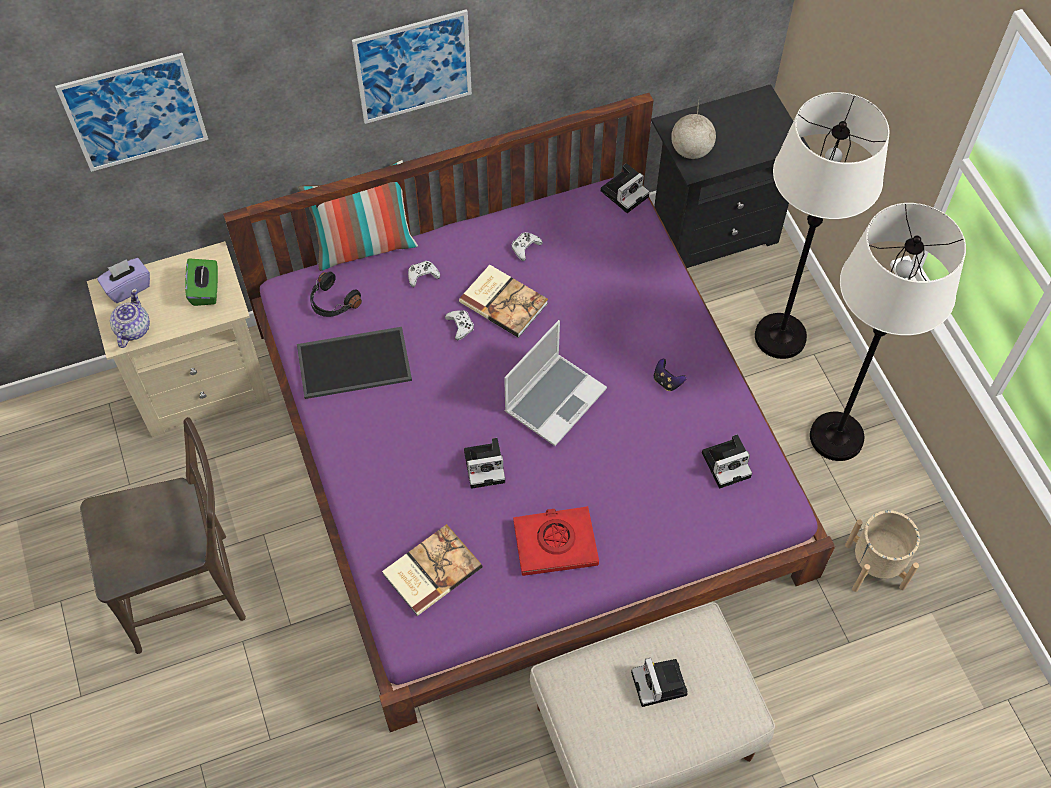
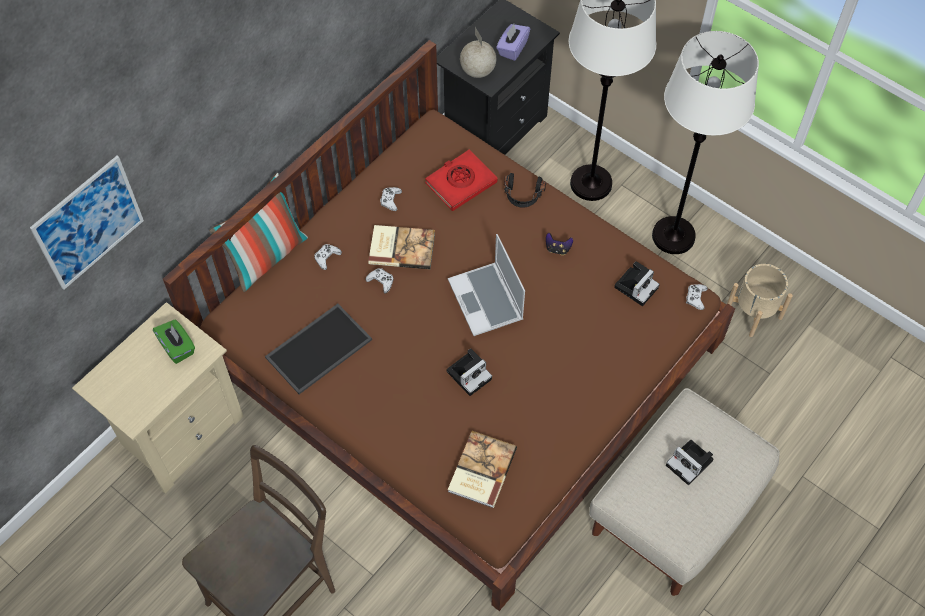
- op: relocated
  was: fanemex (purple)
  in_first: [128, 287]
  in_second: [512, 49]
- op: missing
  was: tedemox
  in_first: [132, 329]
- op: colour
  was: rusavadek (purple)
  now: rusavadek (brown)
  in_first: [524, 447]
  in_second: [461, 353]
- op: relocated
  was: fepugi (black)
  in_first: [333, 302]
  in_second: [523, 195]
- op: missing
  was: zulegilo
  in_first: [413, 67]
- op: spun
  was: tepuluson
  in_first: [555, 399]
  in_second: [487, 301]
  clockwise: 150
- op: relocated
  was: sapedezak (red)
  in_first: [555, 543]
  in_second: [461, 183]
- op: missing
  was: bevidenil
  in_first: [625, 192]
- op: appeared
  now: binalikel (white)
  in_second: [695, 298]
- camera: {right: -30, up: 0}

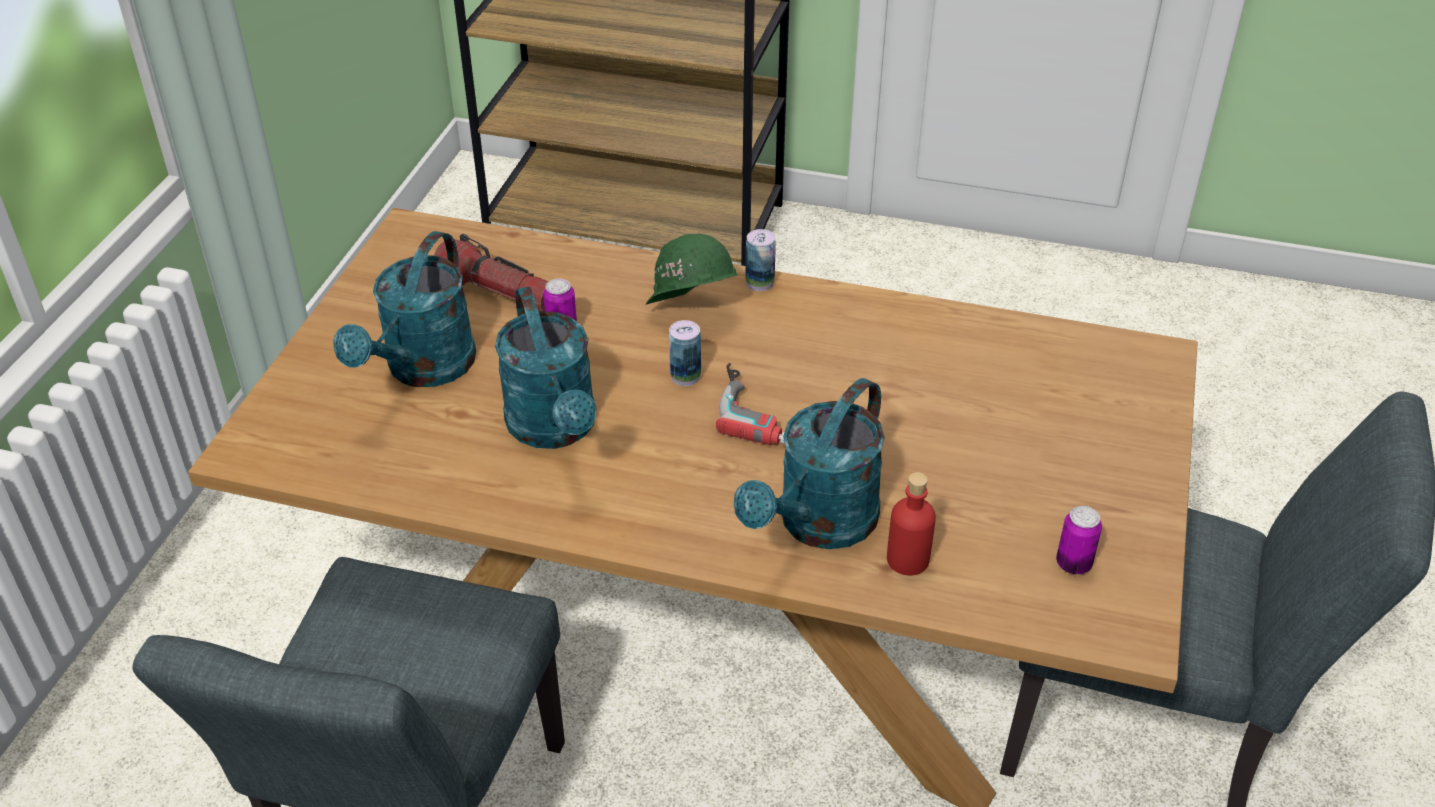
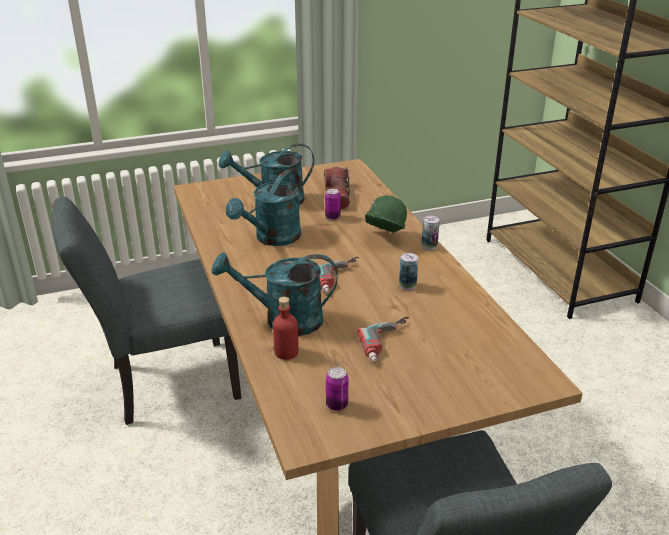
- op: relocated
  was: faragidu
  in_first: [685, 376]
  in_second: [407, 286]
- op: appeared
  now: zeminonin
  in_second: [389, 343]
- camera: {right: 55, up: -10}

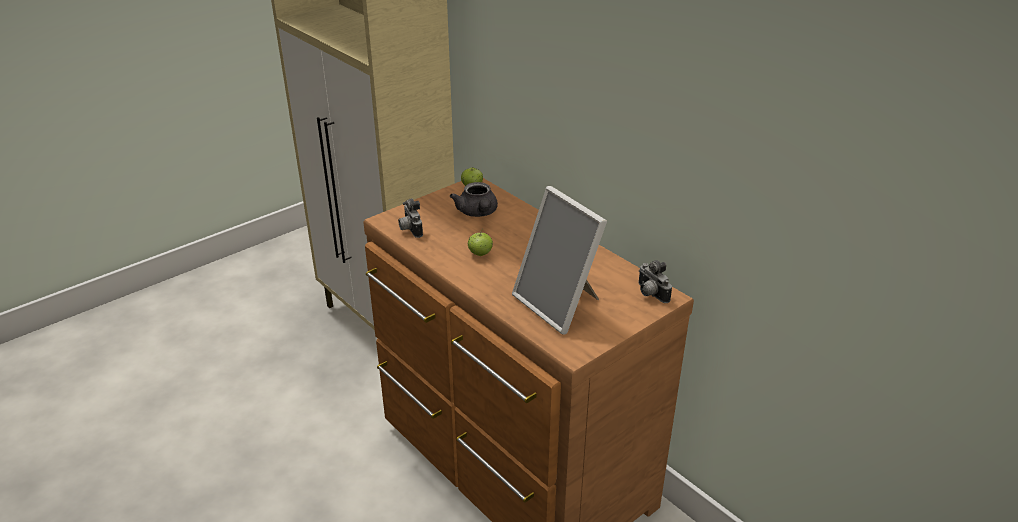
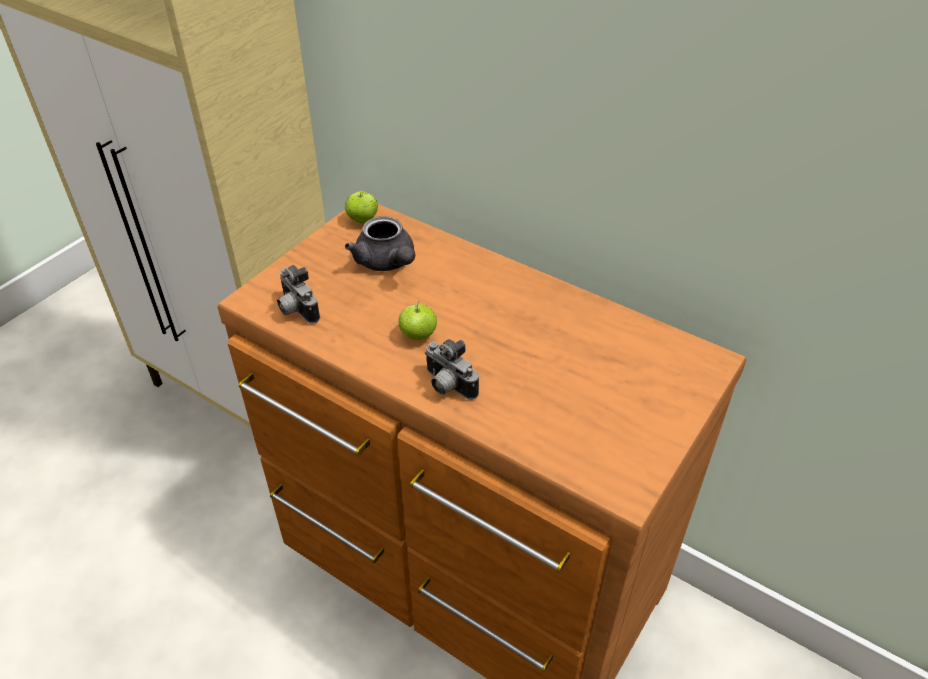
- op: missing
  was: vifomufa
  in_first: [560, 305]
- op: relocated
  was: bevidenil
  in_first: [650, 294]
  in_second: [447, 386]
- camera: {right: -15, up: 10}

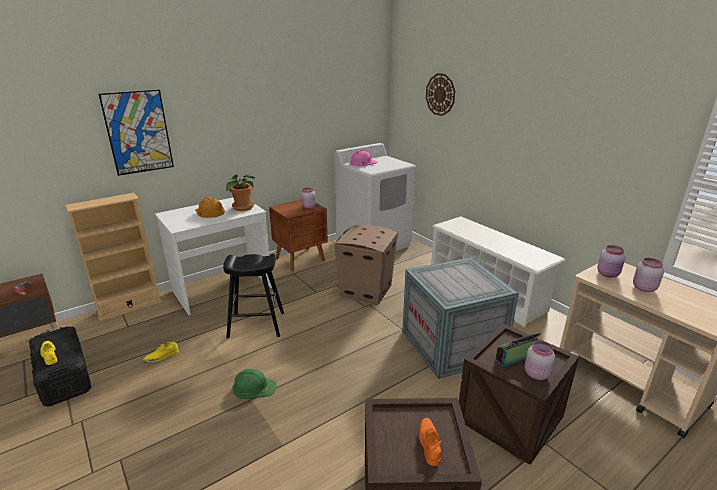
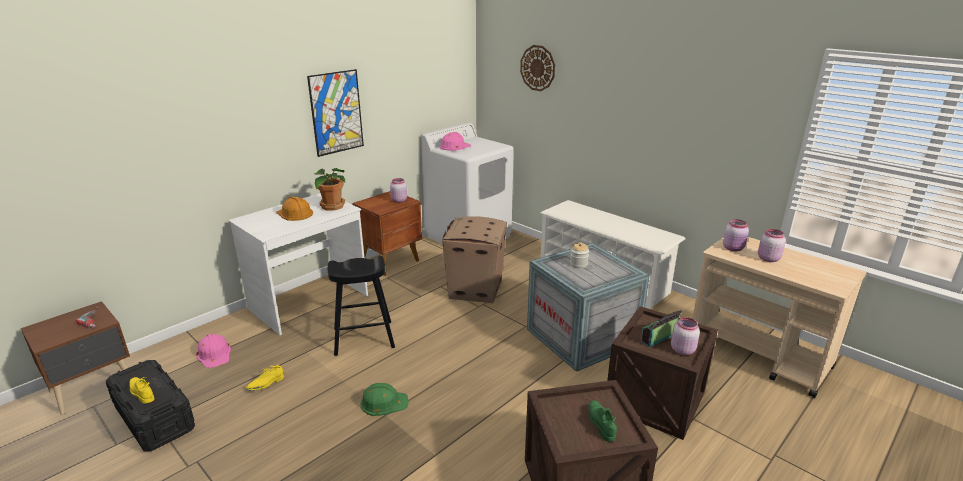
- op: missing
  was: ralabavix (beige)
  in_first: [129, 307]
- op: relocated
  was: zulegilo
  in_first: [138, 132]
  in_second: [336, 112]
- op: colour
  was: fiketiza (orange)
  now: fiketiza (green)
  in_first: [429, 444]
  in_second: [600, 423]
- op: appeared
  now: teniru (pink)
  in_second: [214, 354]
- op: appeared
  now: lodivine
  in_second: [578, 264]
- camera: {right: -10, up: 0}

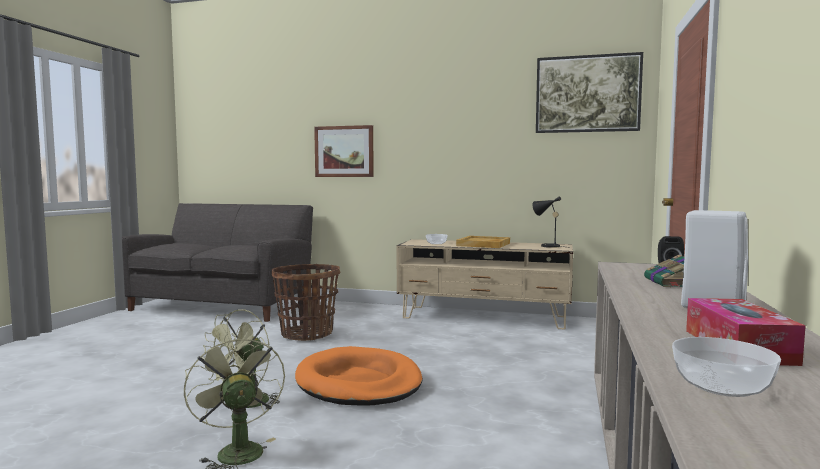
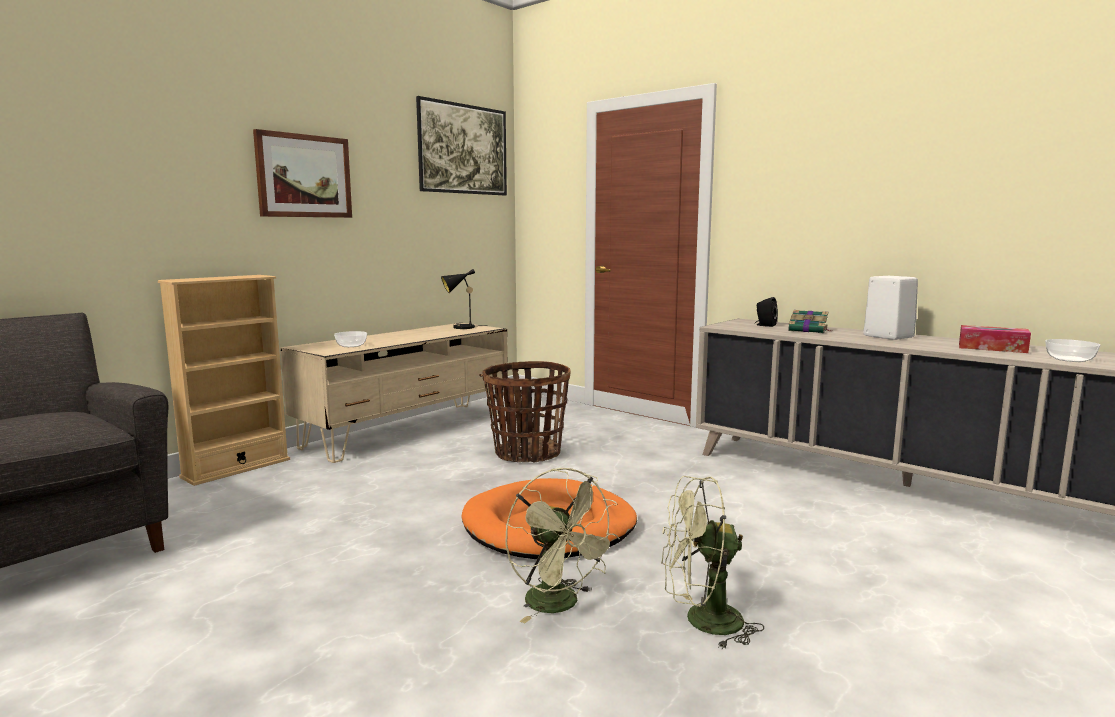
- op: relocated
  was: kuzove
  in_first: [307, 334]
  in_second: [527, 453]
- op: relocated
  was: zulegilo
  in_first: [344, 151]
  in_second: [304, 176]
- op: missing
  was: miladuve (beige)
  in_first: [483, 244]
- op: appeared
  now: ralabavix (beige)
  in_second: [236, 468]
- camera: {right: -65, up: 5}

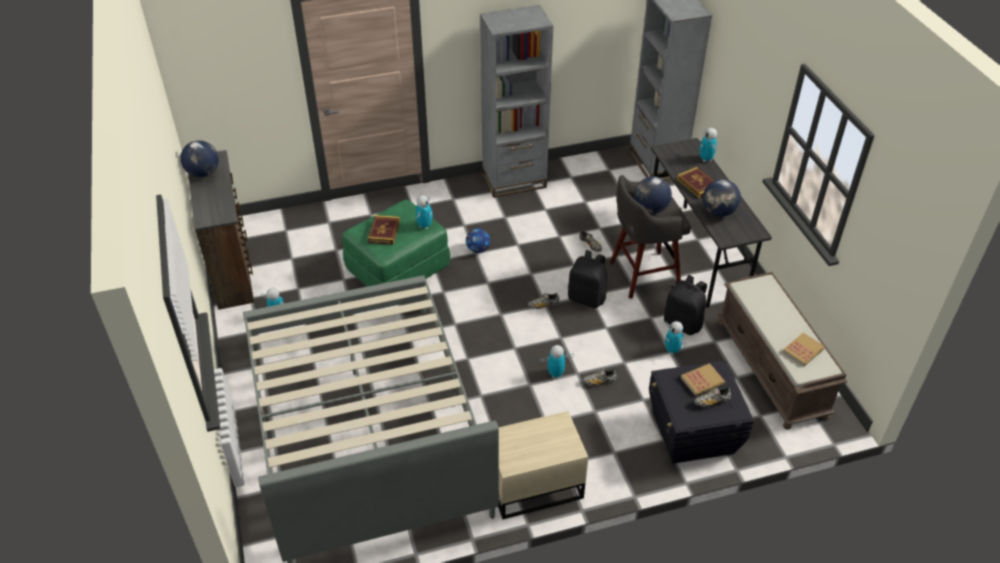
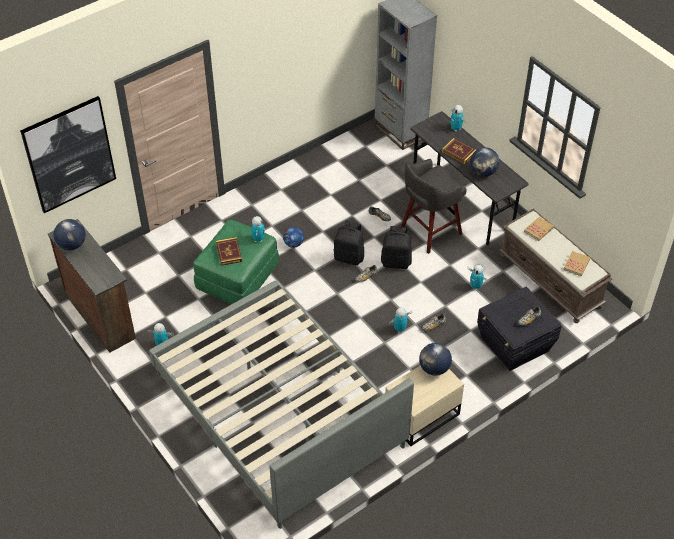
- op: missing
  was: ralabavix (grey)
  in_first: [514, 181]
- op: relocated
  was: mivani
  in_first: [650, 209]
  in_second: [434, 368]
- op: relocated
  was: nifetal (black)
  in_first: [683, 323]
  in_second: [349, 257]
- op: relocated
  was: sapedezak
  in_first: [702, 381]
  in_second: [538, 229]
- op: appeared
  now: zulegilo
  in_second: [69, 154]
- camera: {right: -20, up: 5}

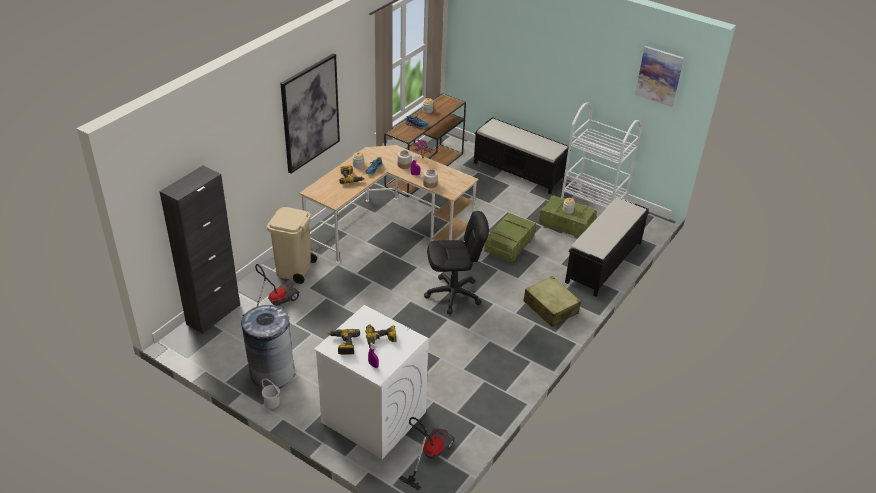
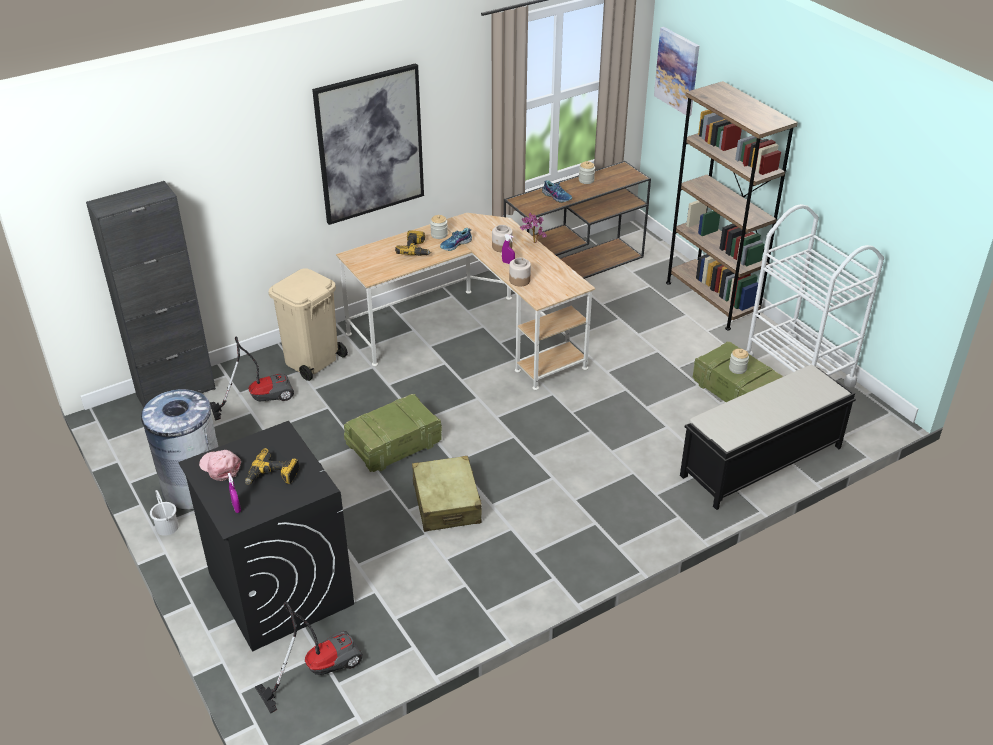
- op: colour
  was: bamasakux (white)
  now: bamasakux (black)
  in_first: [373, 417]
  in_second: [279, 588]
- op: exchanged
  was: zeminonin
  now: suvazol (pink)
  in_first: [344, 344]
  in_second: [220, 467]
- op: missing
  was: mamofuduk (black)
  in_first: [453, 295]
- op: exchanged
  was: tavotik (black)
  now: ralabavix (brown)
  in_first: [519, 172]
  in_second: [712, 299]
- op: relocated
  was: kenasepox
  in_first: [509, 246]
  in_second: [393, 446]
- op: relocated
  was: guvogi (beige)
  in_first: [550, 307]
  in_second: [446, 503]
- op: relocated
  was: zulegilo
  in_first: [659, 76]
  in_second: [677, 71]
- camera: {right: 25, up: 0}

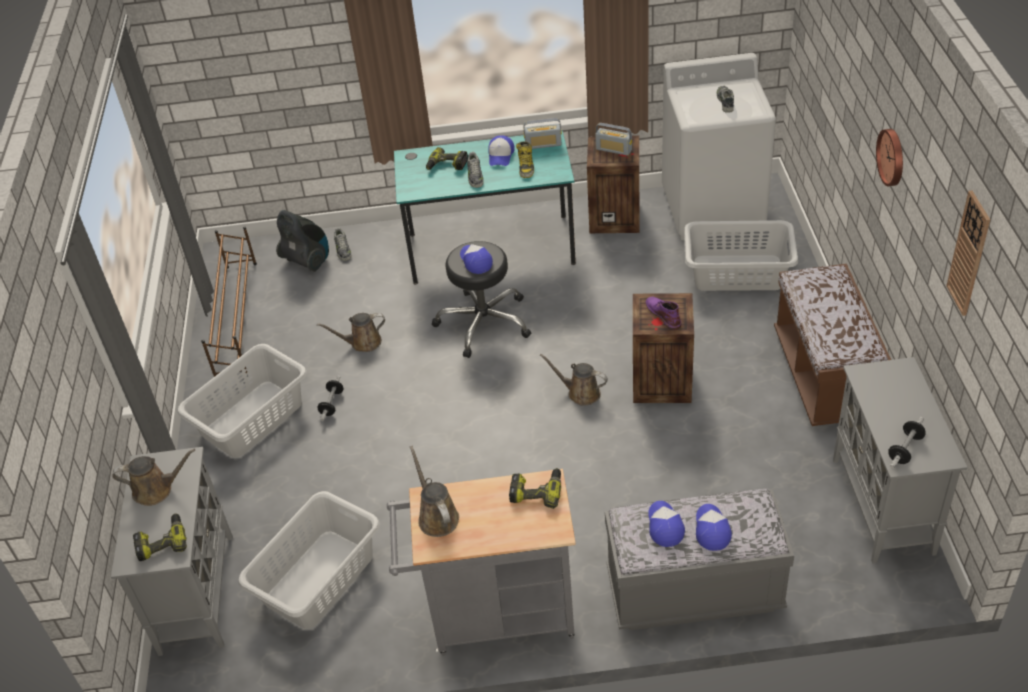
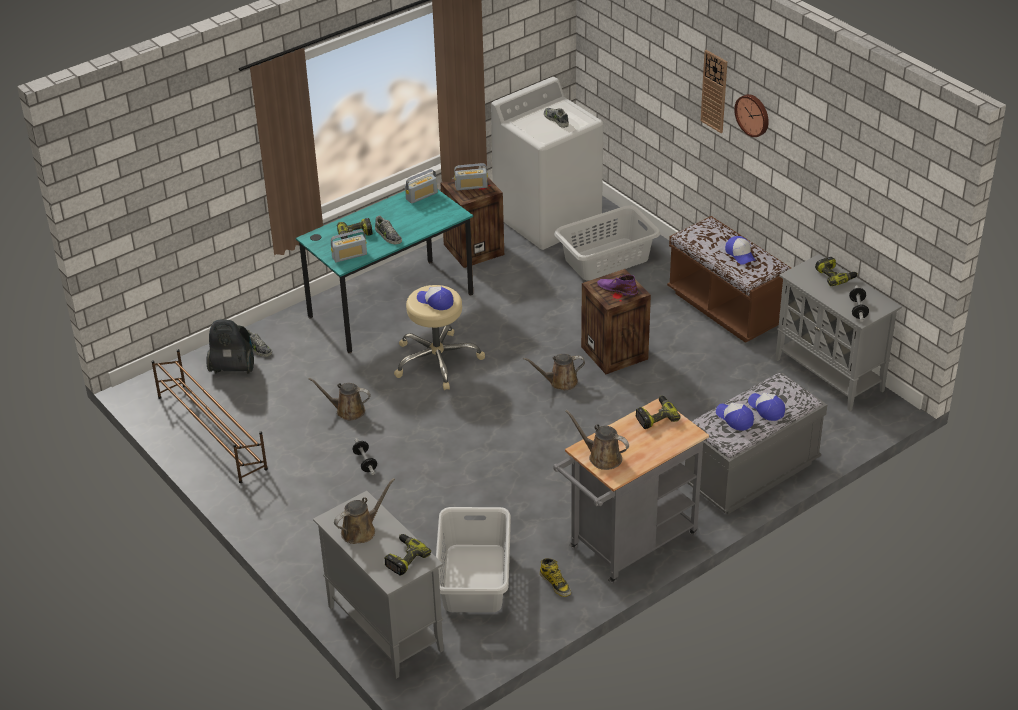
- op: missing
  was: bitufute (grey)
  in_first: [251, 419]
- op: spun
  was: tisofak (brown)
  in_first: [362, 343]
  in_second: [347, 410]
  clockwise: 60
- op: colour
  was: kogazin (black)
  now: kogazin (beige)
  in_first: [483, 322]
  in_second: [436, 361]
- op: relocated
  was: suvazol
  in_first: [501, 155]
  in_second: [740, 254]
- op: relocated
  was: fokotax
  in_first: [526, 167]
  in_second: [555, 583]
- op: relocated
  was: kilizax
  in_first: [969, 254]
  in_second: [714, 91]
- op: appeared
  now: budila
  in_second: [349, 256]
- op: appeared
  now: zeminonin
  in_second: [835, 276]
- camera: {right: -35, up: -5}

